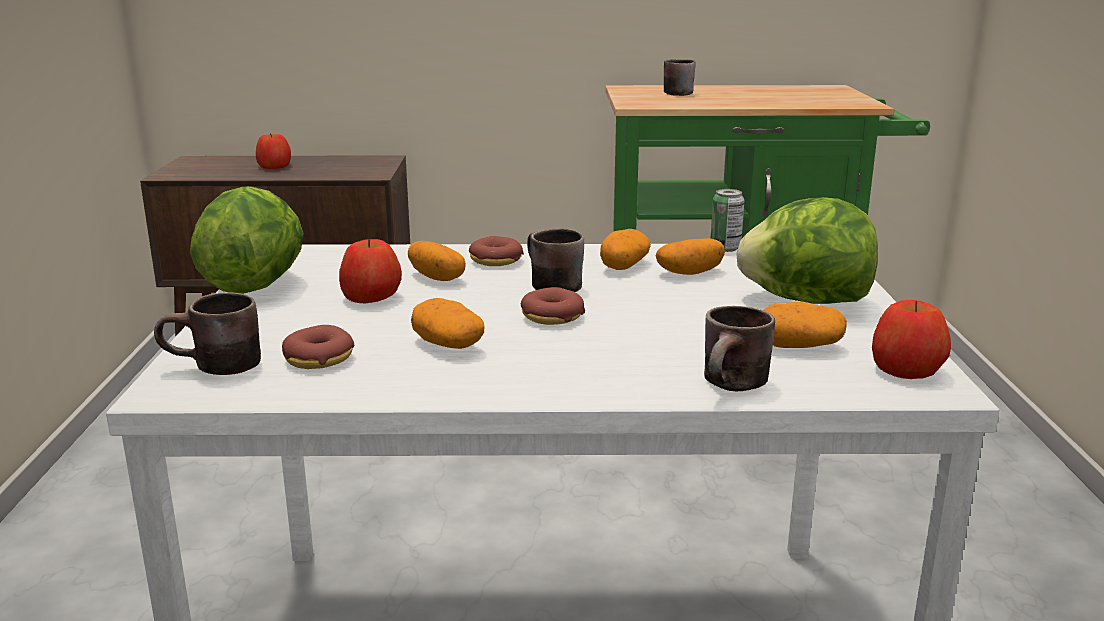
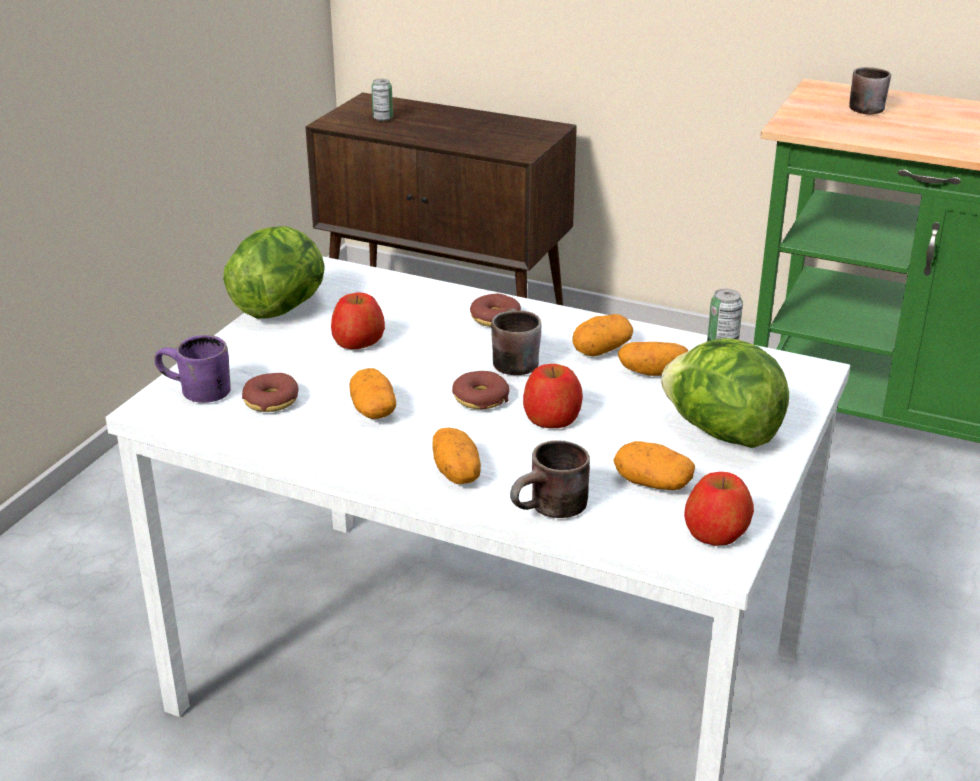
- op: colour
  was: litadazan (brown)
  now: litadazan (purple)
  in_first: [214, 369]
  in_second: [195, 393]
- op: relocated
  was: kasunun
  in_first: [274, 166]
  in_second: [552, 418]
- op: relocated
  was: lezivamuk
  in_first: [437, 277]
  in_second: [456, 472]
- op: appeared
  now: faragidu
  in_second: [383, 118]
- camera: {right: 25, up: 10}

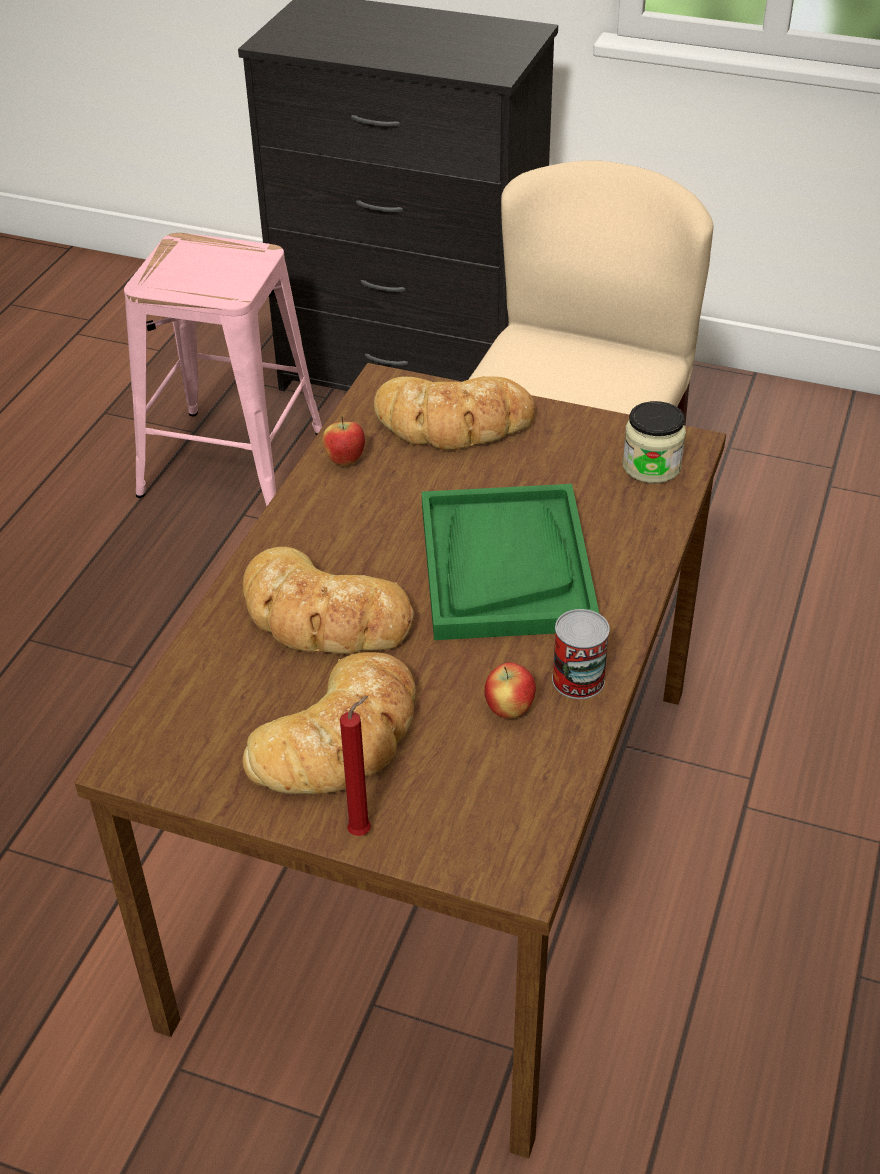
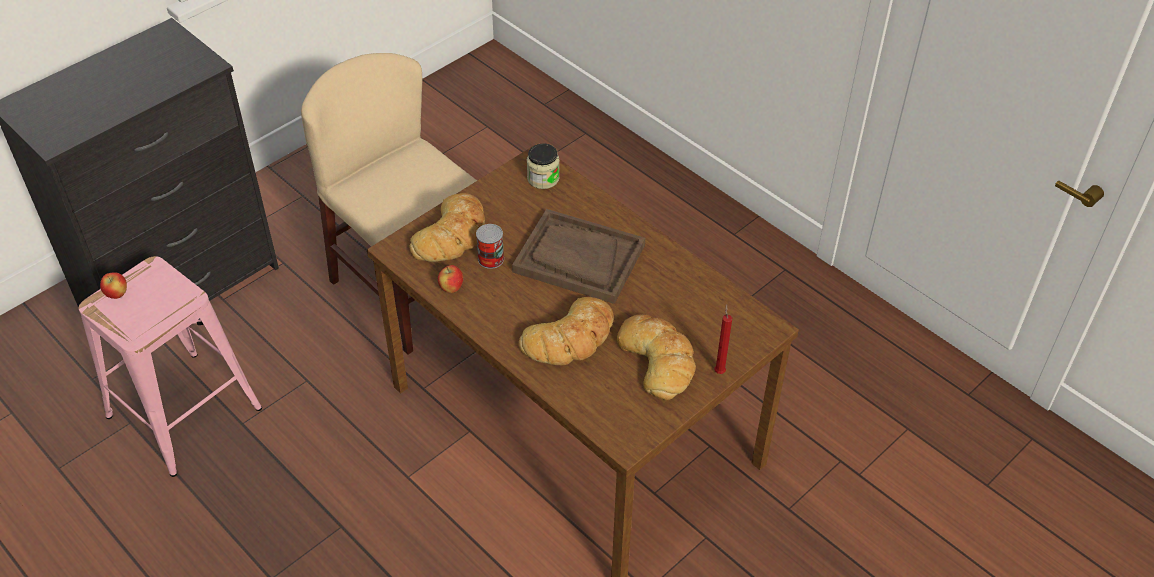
- op: colour
  was: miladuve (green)
  now: miladuve (brown)
  in_first: [505, 565]
  in_second: [578, 258]
- op: relocated
  was: kasunun
  in_first: [509, 710]
  in_second: [117, 294]
- op: relocated
  was: faragidu
  in_first: [578, 680]
  in_second: [491, 259]
- camera: {right: -65, up: 5}

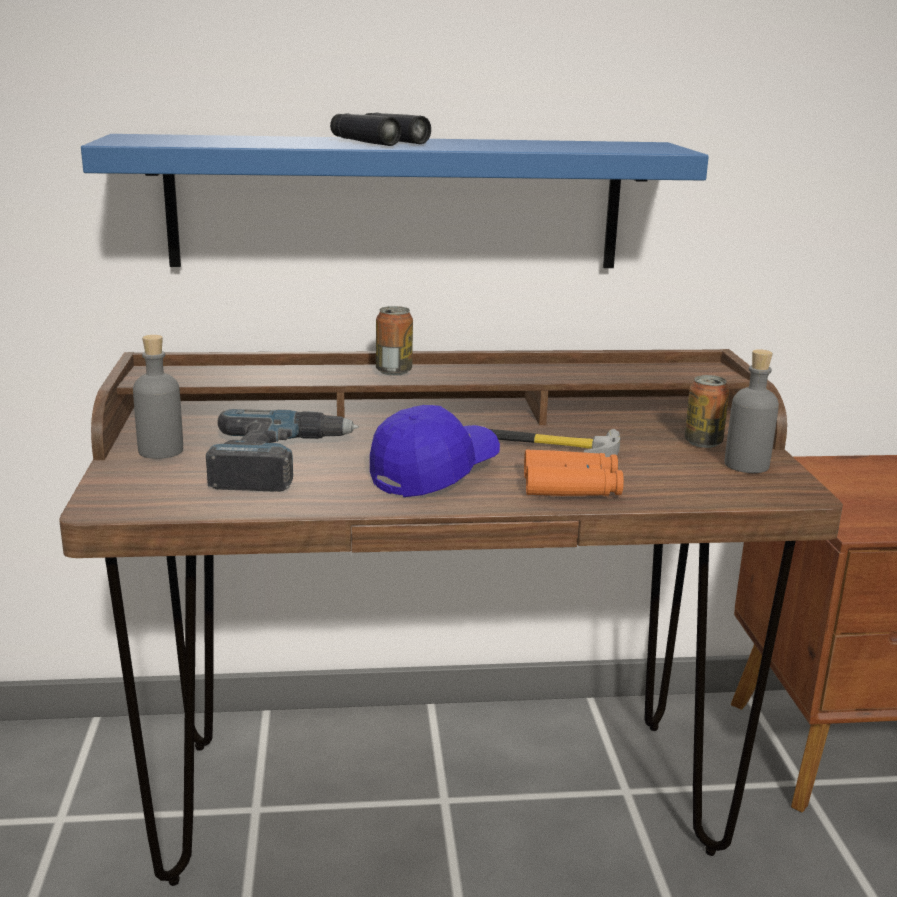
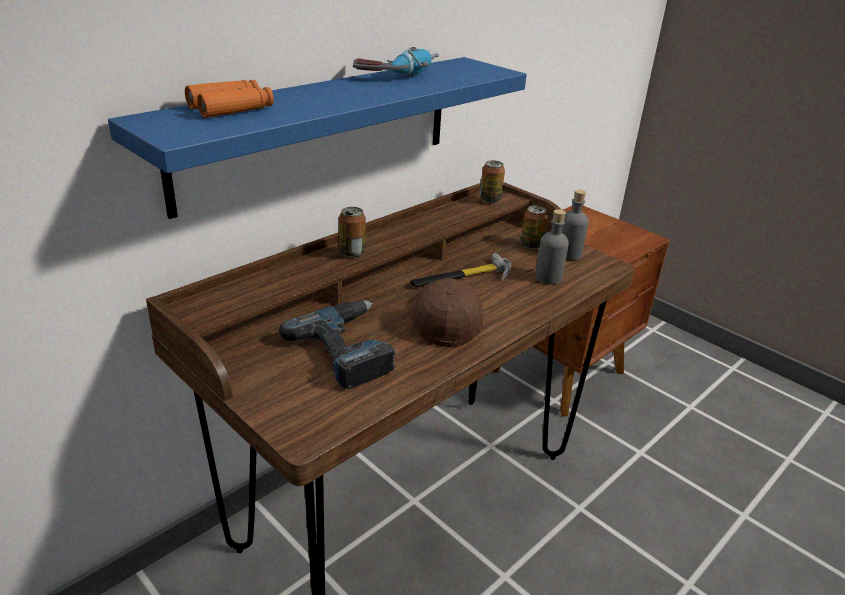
- op: relocated
  was: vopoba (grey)
  in_first: [161, 451]
  in_second: [548, 278]
- op: missing
  was: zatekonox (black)
  in_first: [379, 141]
- op: colour
  was: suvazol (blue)
  now: suvazol (brown)
  in_first: [434, 473]
  in_second: [447, 320]
- op: relocated
  was: zatekonox (orange)
  in_first: [571, 486]
  in_second: [231, 108]
- op: appeared
  now: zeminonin
  in_second: [398, 74]
- op: appeared
  now: faragidu
  in_second: [490, 199]
- camera: {right: -40, up: 10}

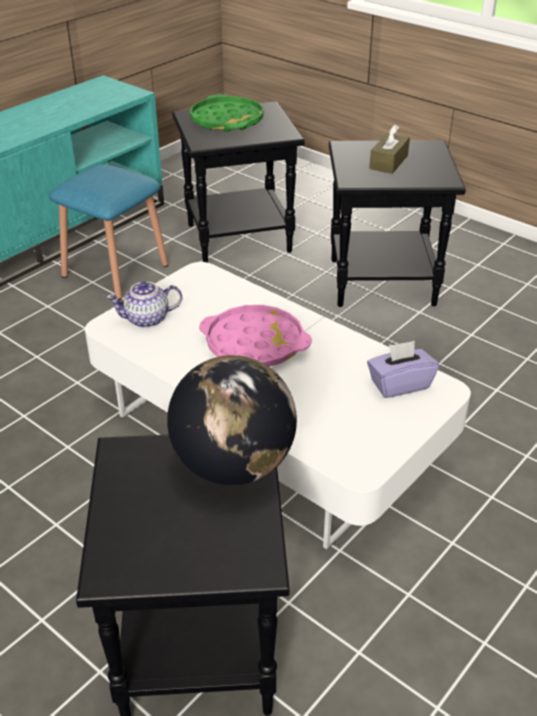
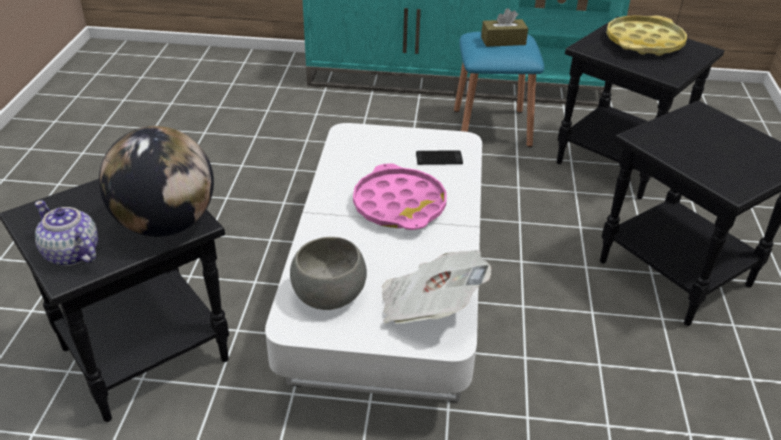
- op: relocated
  was: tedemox
  in_first: [147, 319]
  in_second: [72, 254]
- op: colour
  was: miladuve (green)
  now: miladuve (yellow)
  in_first: [227, 120]
  in_second: [644, 42]
- op: exchanged
  was: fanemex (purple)
  now: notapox
  in_first: [399, 384]
  in_second: [429, 307]
- op: relocated
  was: fanemex (brown)
  in_first: [388, 162]
  in_second: [503, 41]
- op: appeared
  now: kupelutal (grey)
  in_second: [329, 295]
- op: appeared
  now: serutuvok
  in_second: [439, 158]
- camera: {right: 55, up: 0}

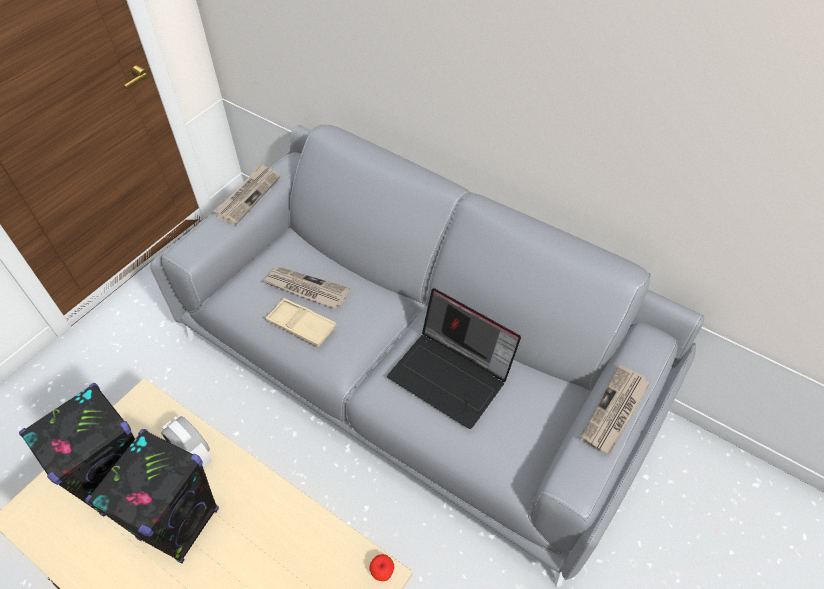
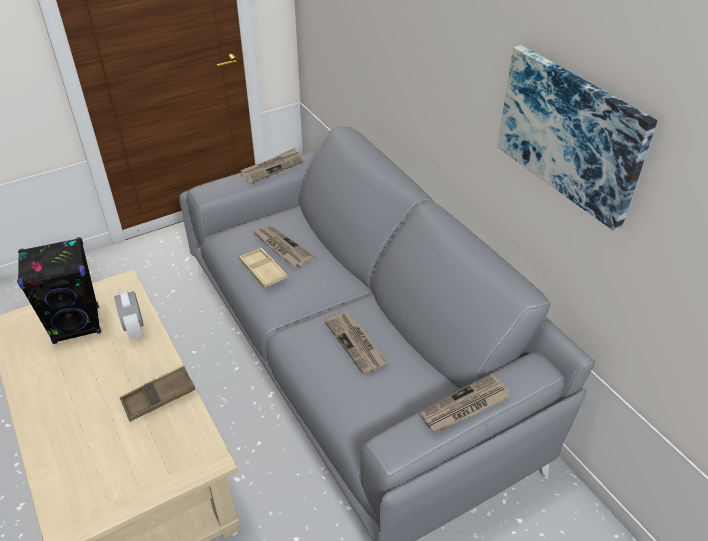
- op: missing
  was: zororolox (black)
  in_first: [180, 523]
- op: missing
  was: kasunun
  in_first: [382, 571]
- op: exchanged
  was: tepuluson
  now: notapox
  in_first: [452, 375]
  in_second: [356, 343]
- op: appeared
  now: miladuve (brown)
  in_second: [159, 397]
- op: appeared
  now: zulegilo
  in_second: [571, 133]
- camera: {right: 25, up: -10}

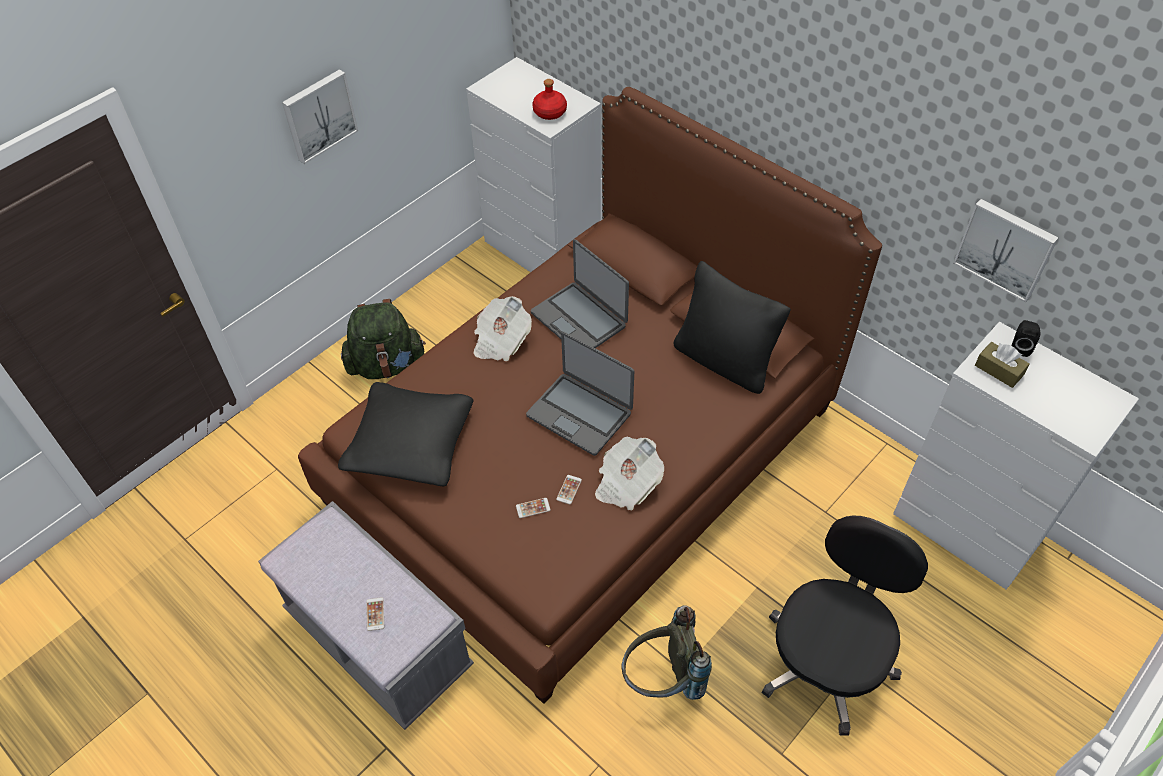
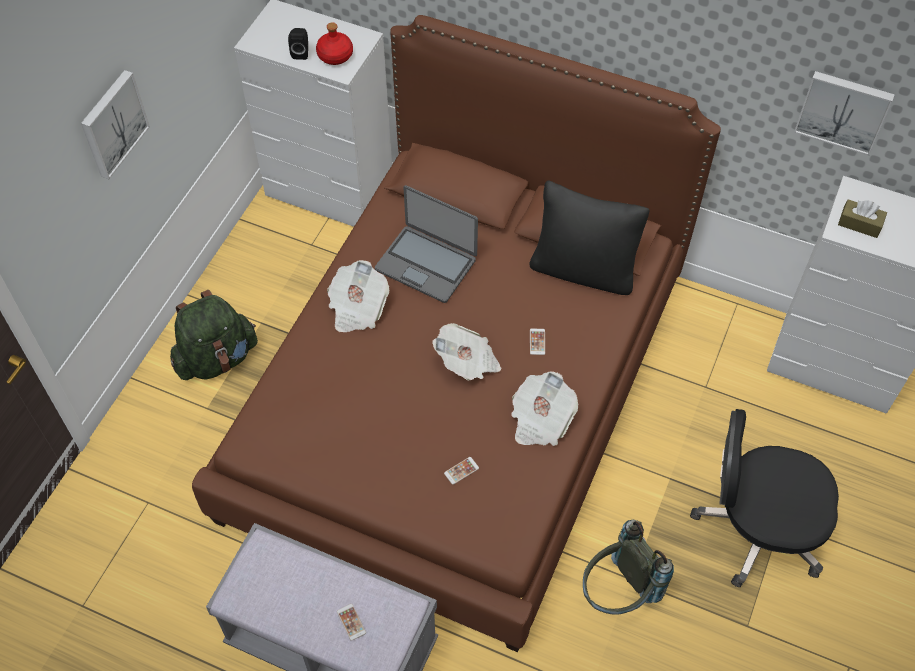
- op: missing
  was: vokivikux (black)
  in_first: [411, 444]
- op: exchanged
  was: tepuluson
  now: notapox
  in_first: [580, 413]
  in_second: [467, 362]
- op: relocated
  was: serutuvok
  in_first: [569, 489]
  in_second: [537, 342]
- op: spun
  was: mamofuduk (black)
  in_first: [827, 661]
  in_second: [756, 528]
  clockwise: -90
- op: relocated
  was: zororolox (black)
  in_first: [1020, 347]
  in_second: [301, 52]
- camera: {right: -20, up: 5}

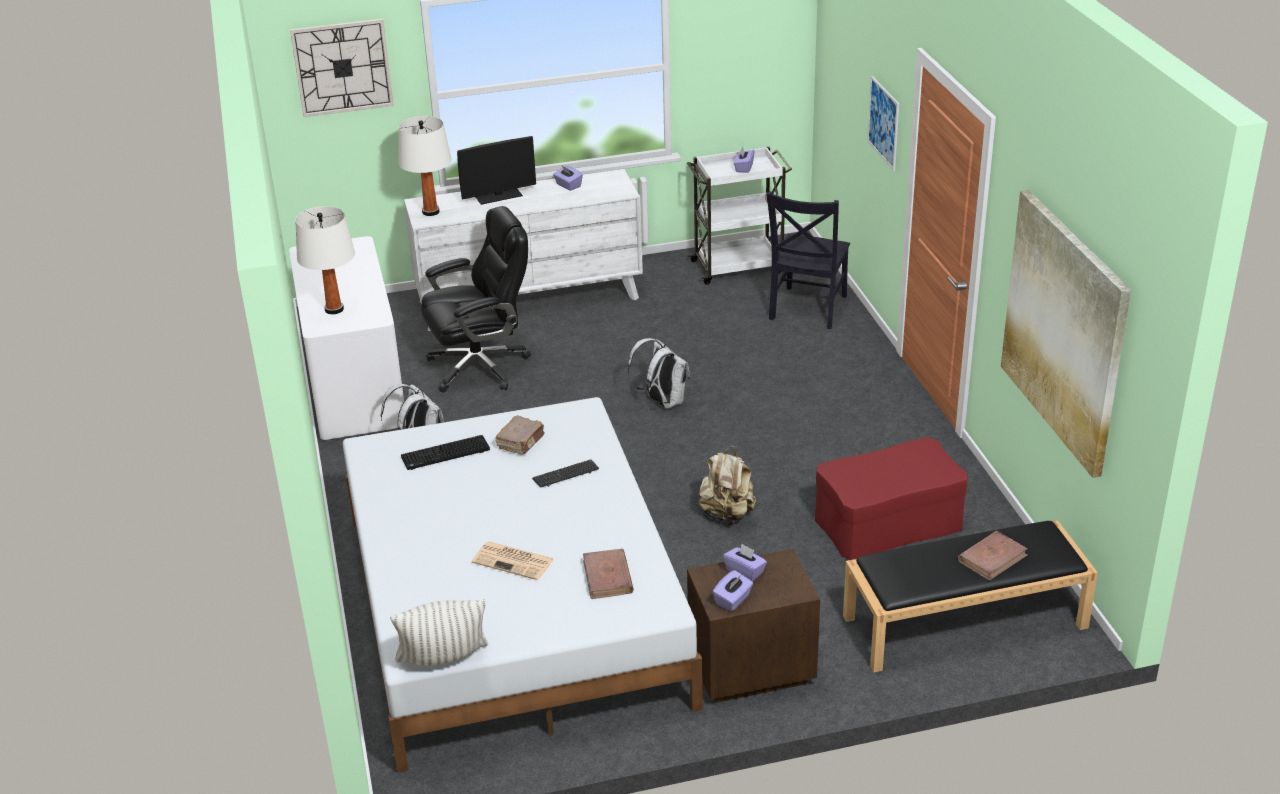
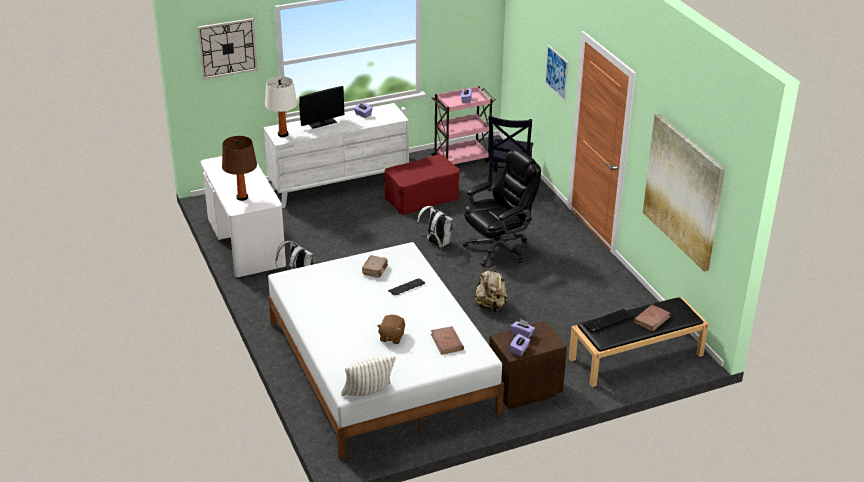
- op: colour
  was: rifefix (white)
  now: rifefix (brown)
  in_first: [334, 309]
  in_second: [242, 197]
- op: relocated
  was: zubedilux
  in_first: [445, 455]
  in_second: [608, 322]
- op: relocated
  was: mamofuduk (black)
  in_first: [481, 366]
  in_second: [498, 249]
- op: exchanged
  was: notapox
  now: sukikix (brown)
  in_first: [514, 561]
  in_second: [391, 337]
- op: colour
  was: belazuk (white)
  now: belazuk (pink)
  in_first: [738, 266]
  in_second: [462, 159]
- op: relocated
  was: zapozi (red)
  in_first: [888, 523]
  in_second: [421, 197]
- camera: {right: -10, up: 0}

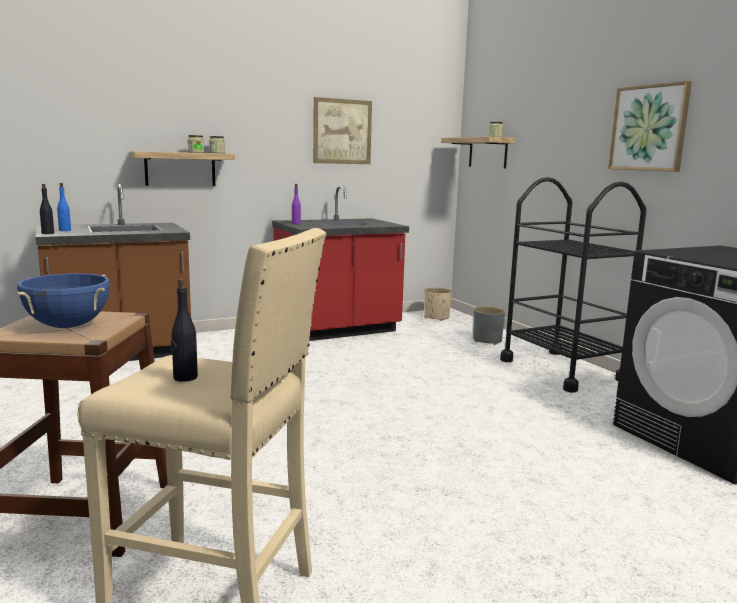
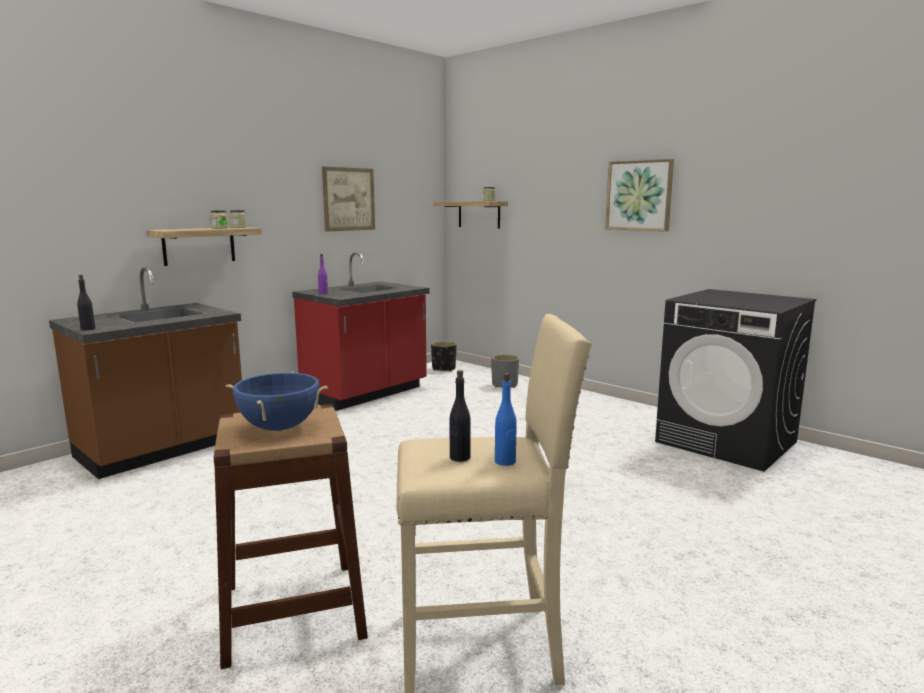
- op: relocated
  was: vopoba (blue)
  in_first: [65, 230]
  in_second: [505, 461]
- op: colour
  was: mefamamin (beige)
  now: mefamamin (black)
  in_first: [436, 317]
  in_second: [443, 369]
- op: missing
  was: belazuk (black)
  in_first: [562, 370]
- camera: {right: -20, up: 0}

